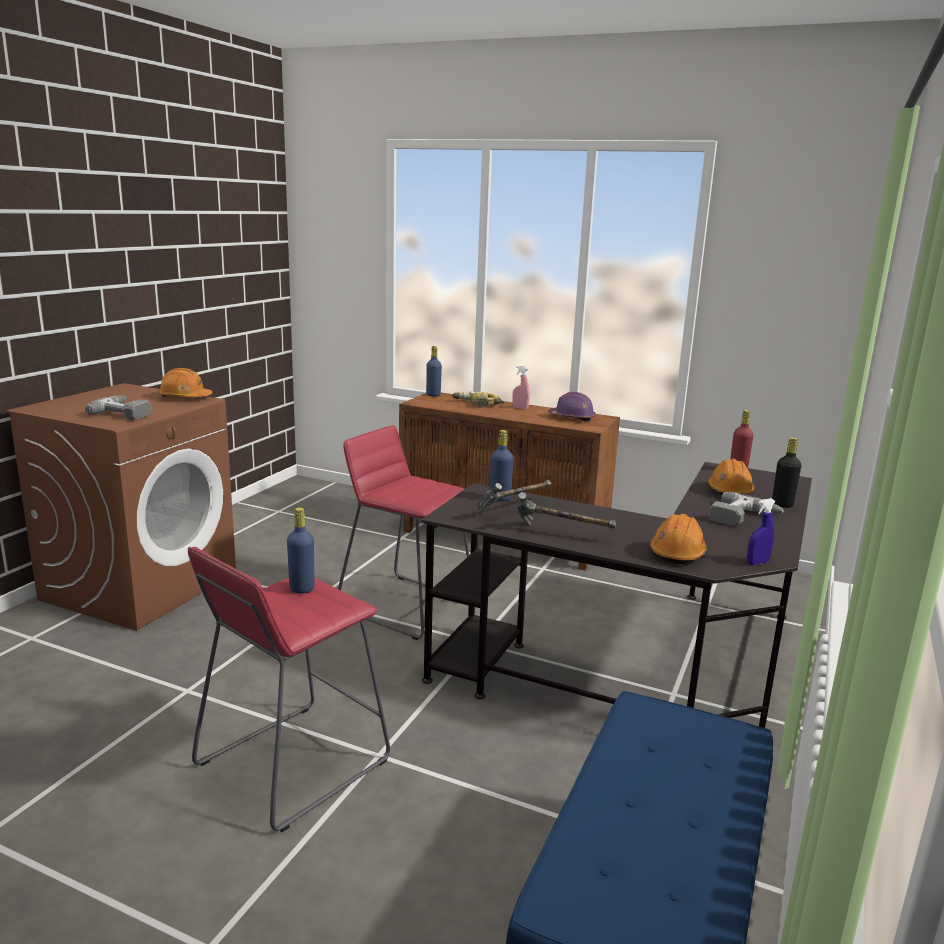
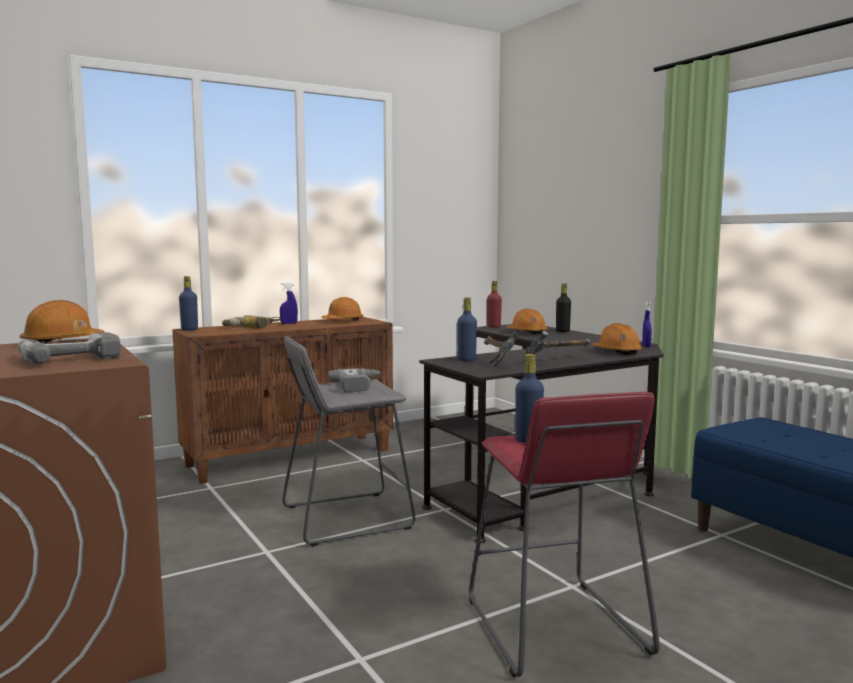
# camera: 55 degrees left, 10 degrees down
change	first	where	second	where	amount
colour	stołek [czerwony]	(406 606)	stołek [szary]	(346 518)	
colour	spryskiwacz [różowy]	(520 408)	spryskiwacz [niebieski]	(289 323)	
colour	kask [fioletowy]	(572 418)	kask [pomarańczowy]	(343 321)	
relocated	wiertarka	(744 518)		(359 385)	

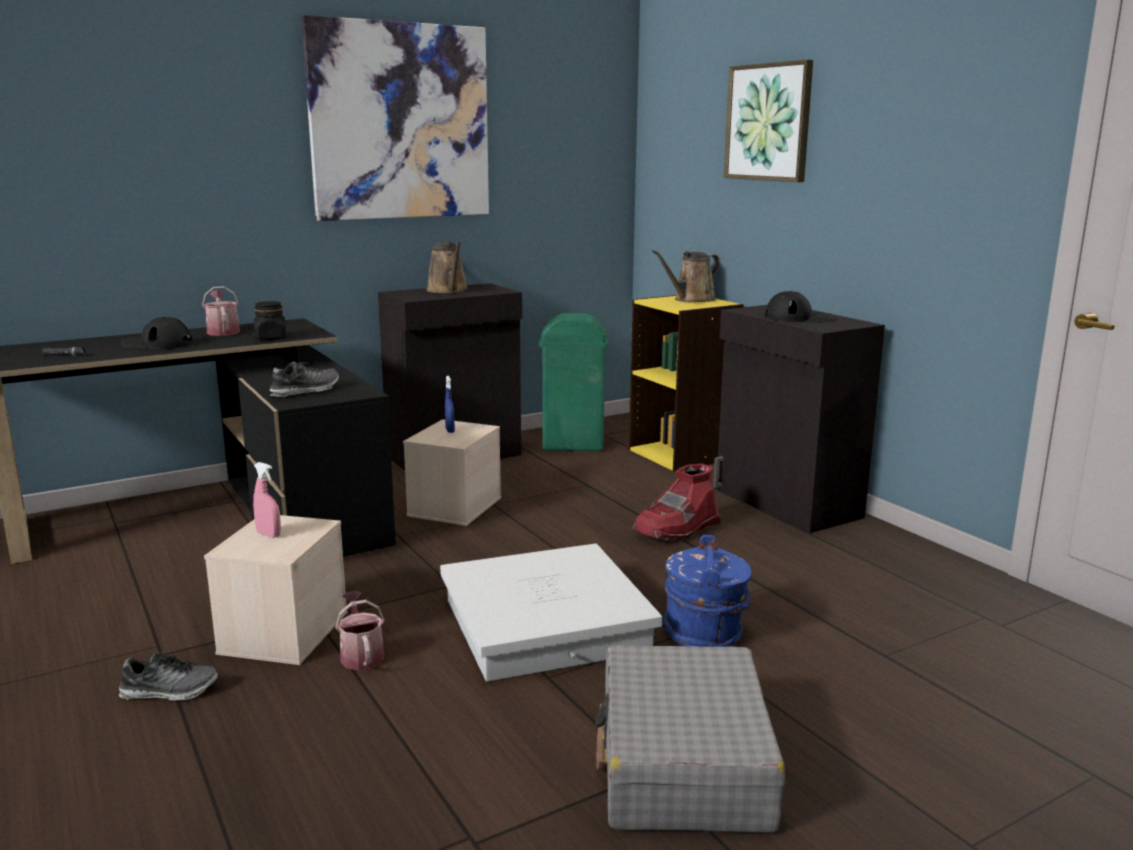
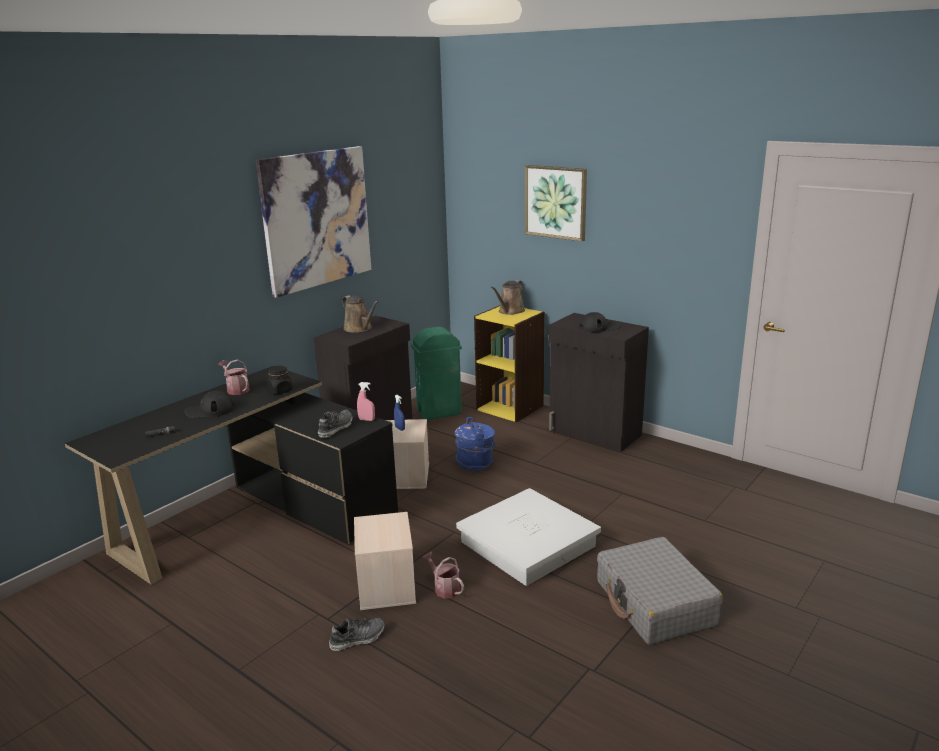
# camera: 20 degrees left, 5 degrees up
change	first	where	second	where	amount
relocated	spryskiwacz [różowy]	(268 534)		(366 420)	
missing	but z cholewką [czerwony]	(677 530)			
relocated	wiadro [niebieski]	(704 633)		(475 463)	

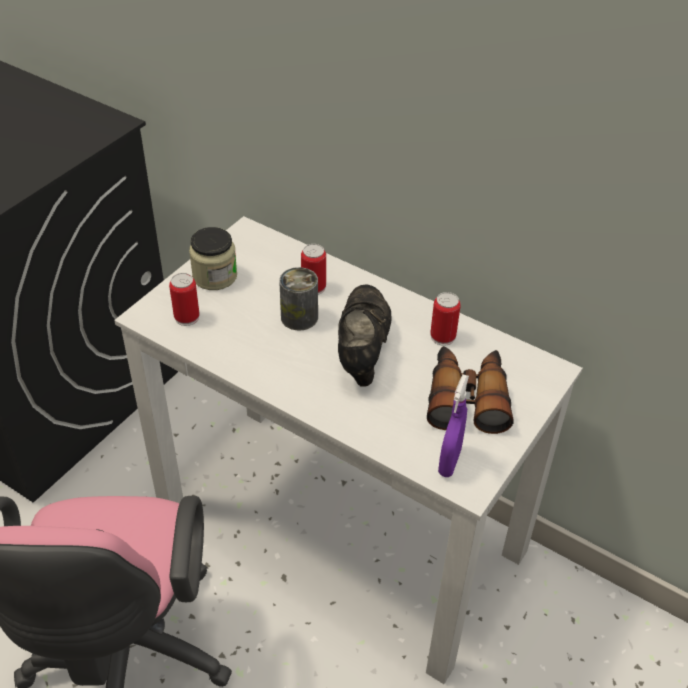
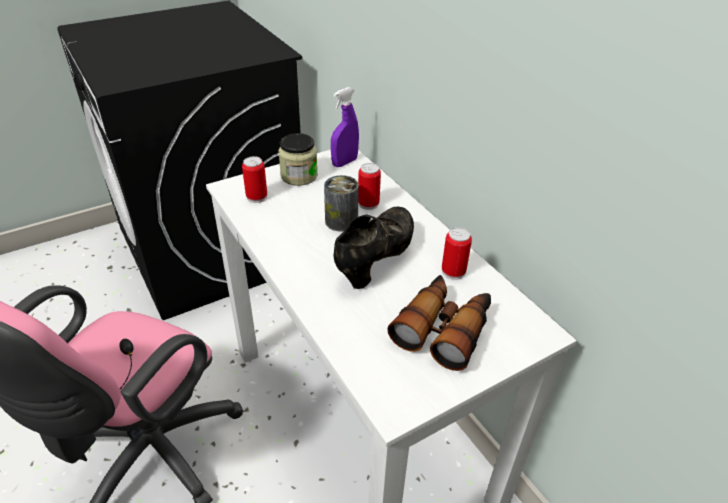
# camera: 25 degrees right, 5 degrees down
change	first	where	second	where	amount
relocated	spryskiwacz [fioletowy]	(449 462)		(344 162)	

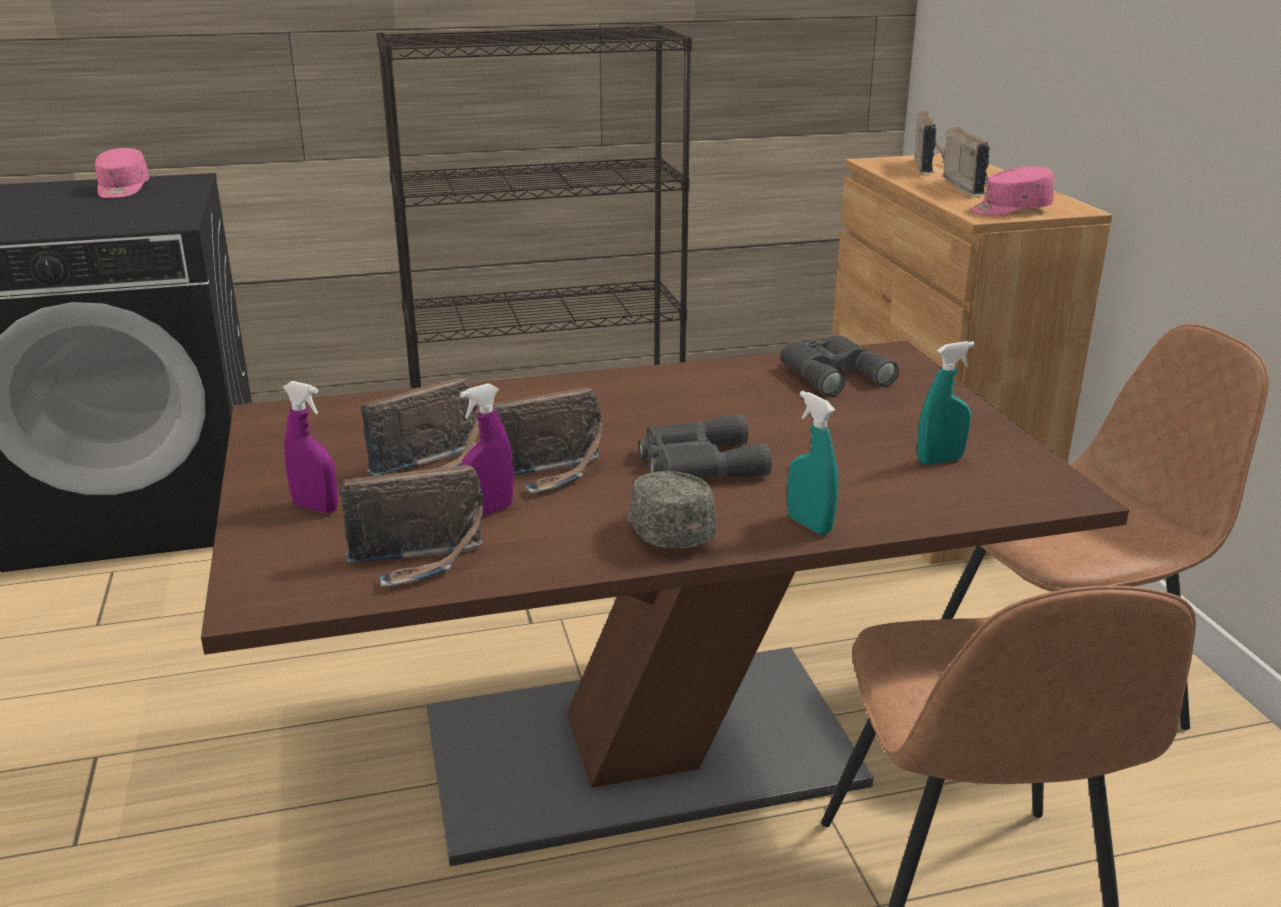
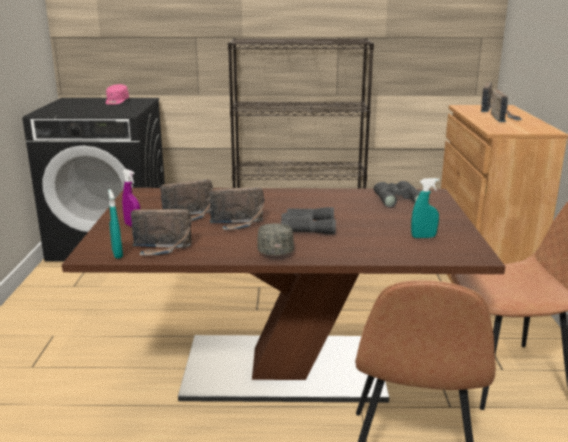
# camera: 15 degrees right, 5 degrees down
change	first	where	second	where	amount
missing	spryskiwacz [fioletowy]	(488 511)			
relocated	spryskiwacz [turkusowy]	(809 525)		(117 254)	
missing	czapka z daszkiem [różowy]	(1010 210)			

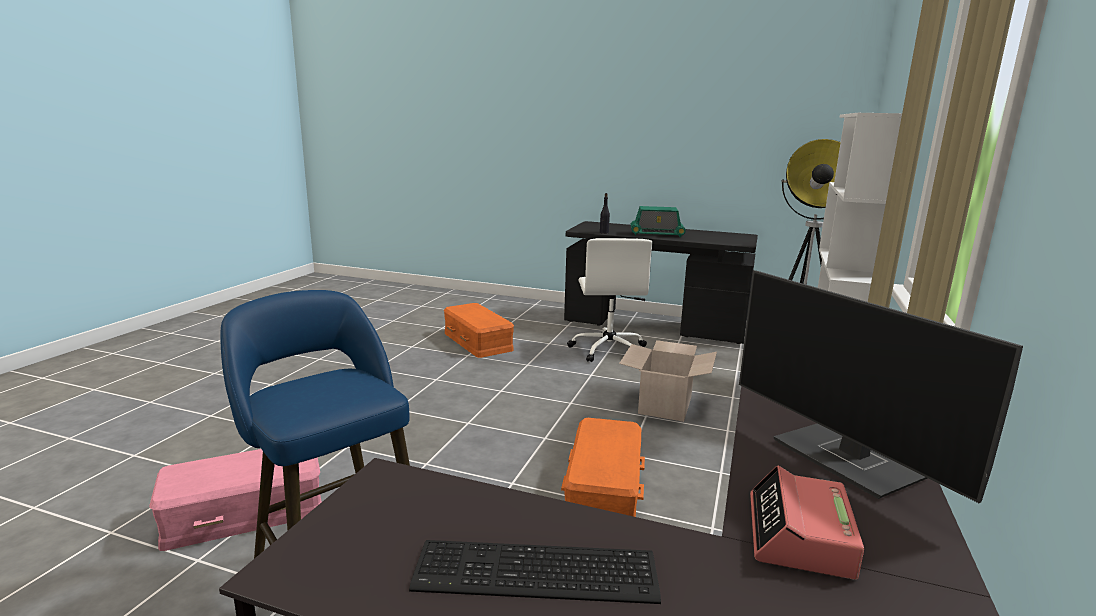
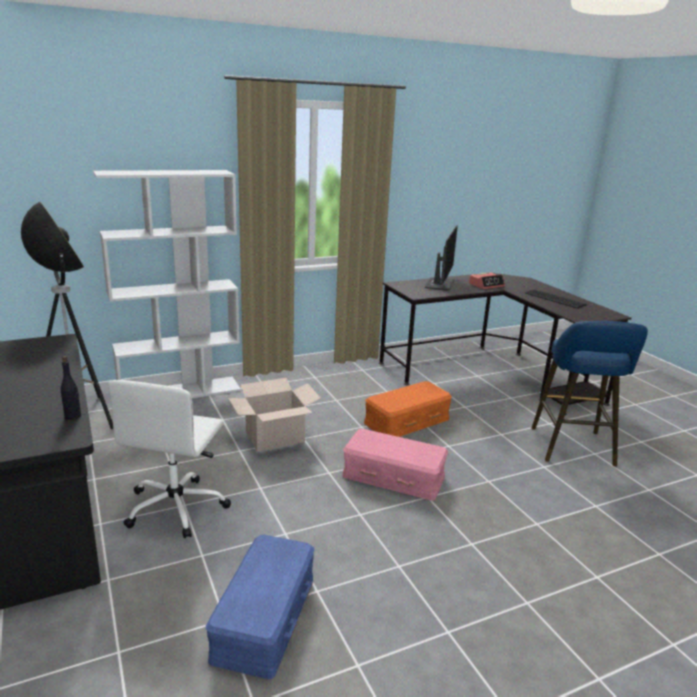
# camera: 135 degrees left, 5 degrees up
change	first	where	second	where	amount
relocated	pojemnik do przechowywania [różowy]	(245 511)		(393 476)	
colour	pojemnik do przechowywania [pomarańczowy]	(478 341)	pojemnik do przechowywania [niebieski]	(263 616)	
spun	krzesło biurowe [biały]	(608 349)		(177 507)	150 degrees clockwise
missing	radio	(657 234)			

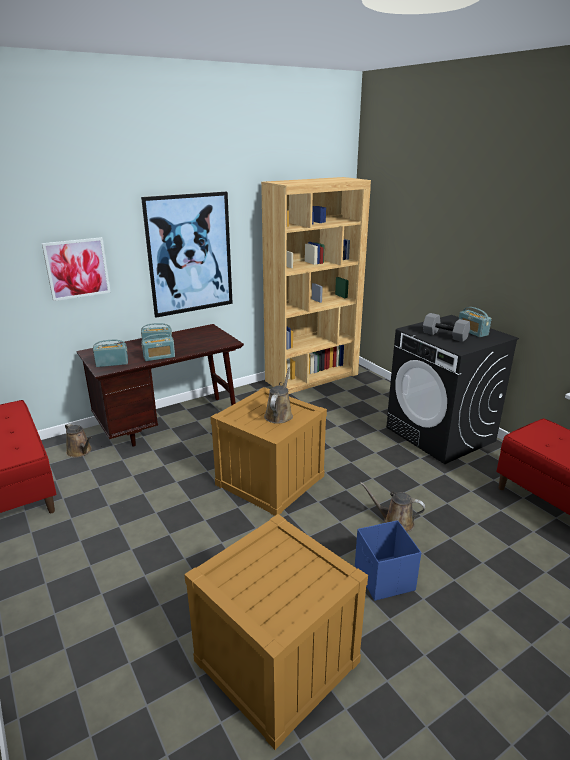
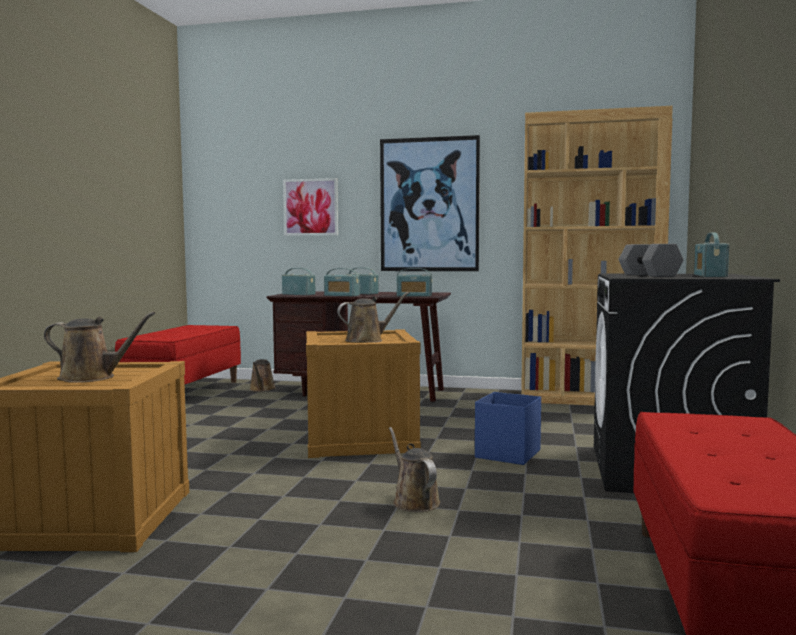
# camera: 45 degrees right, 20 degrees down
change	first	where	second	where	amount
relocated	pojemnik do przechowywania [niebieski]	(384 579)		(507 454)	
appeared			konewka [brązowy]	(92 377)	
appeared			radio	(414 296)	

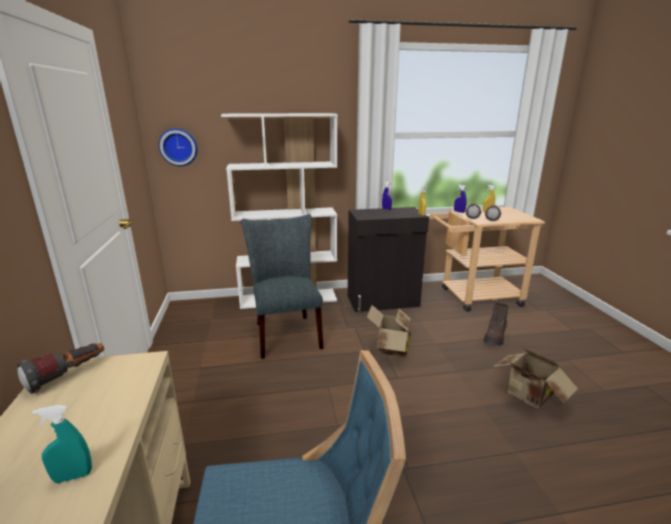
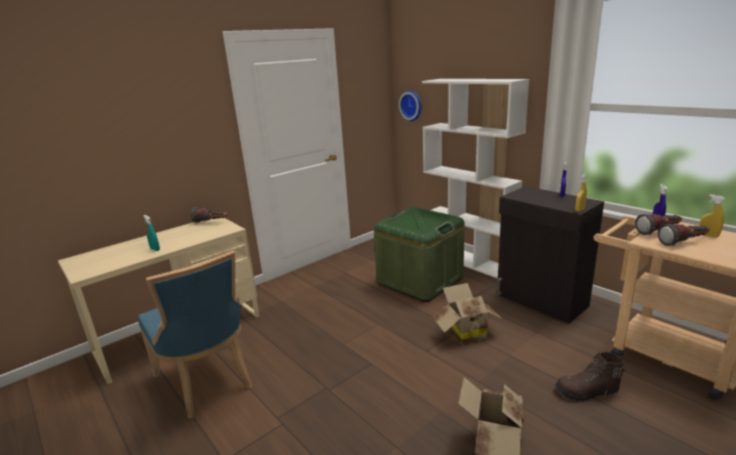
# camera: 60 degrees right, 0 degrees up
change	first	where	second	where	amount
exchanged	krzesło [szary]	(286 333)	pojemnik do przechowywania [zielony]	(420 280)	

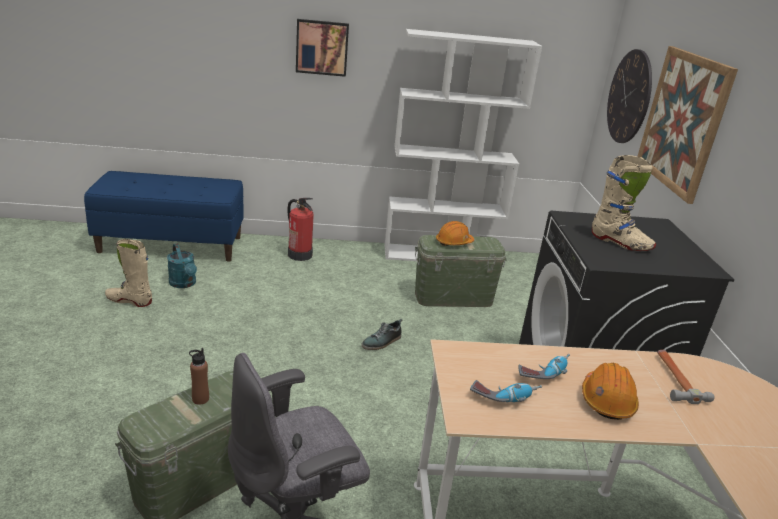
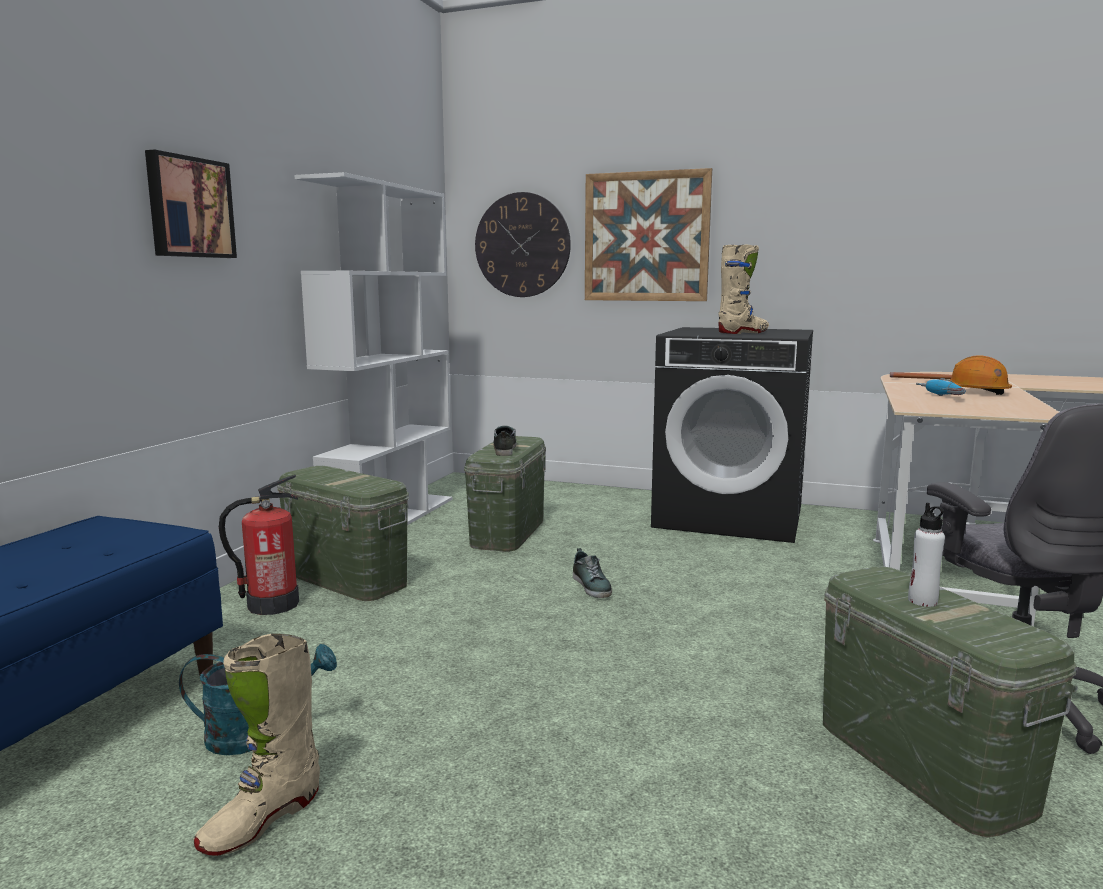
# camera: 65 degrees left, 15 degrees down
change	first	where	second	where	amount
colour	butelka [brązowy]	(200 399)	butelka [biały]	(922 601)	
exchanged	kask [pomarańczowy]	(453 242)	but	(504 449)	
missing	wiertarka	(505 396)			
appeared			pojemnik do przechowywania [zielony]	(347 578)	

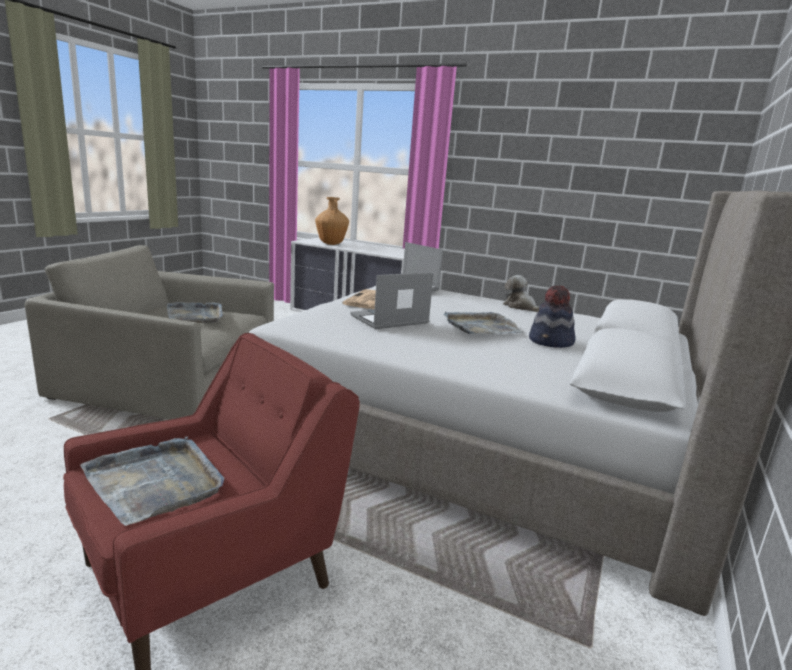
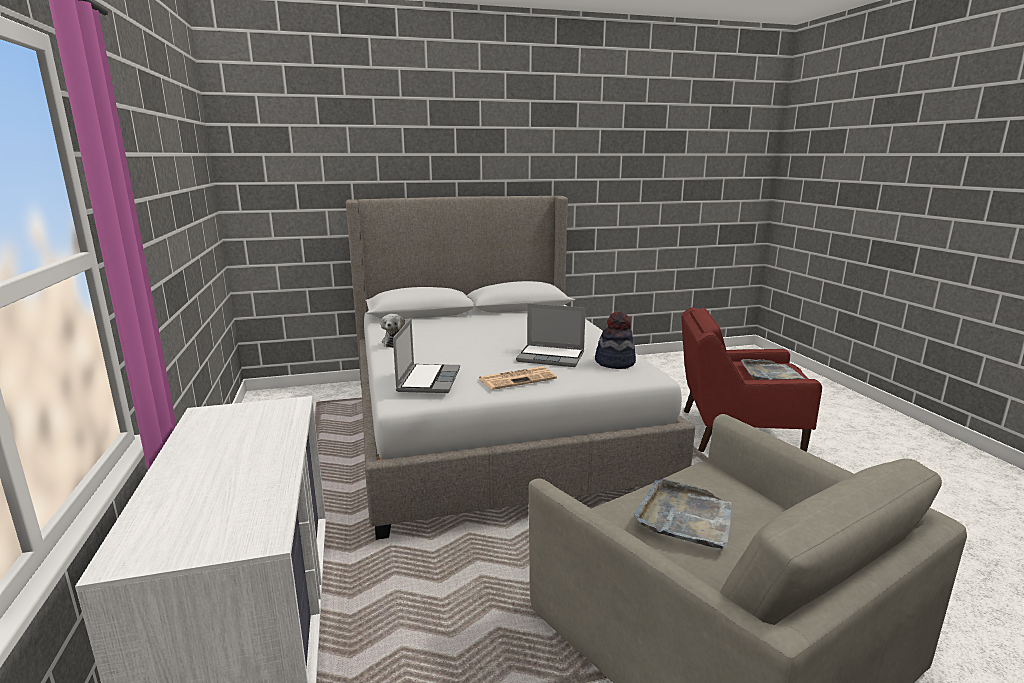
# camera: 130 degrees left, 0 degrees up
change	first	where	second	where	amount
missing	wazon [brązowy]	(331 244)			
missing	taca [szary]	(480 327)			
relocated	kapelusz	(551 342)		(615 362)	

